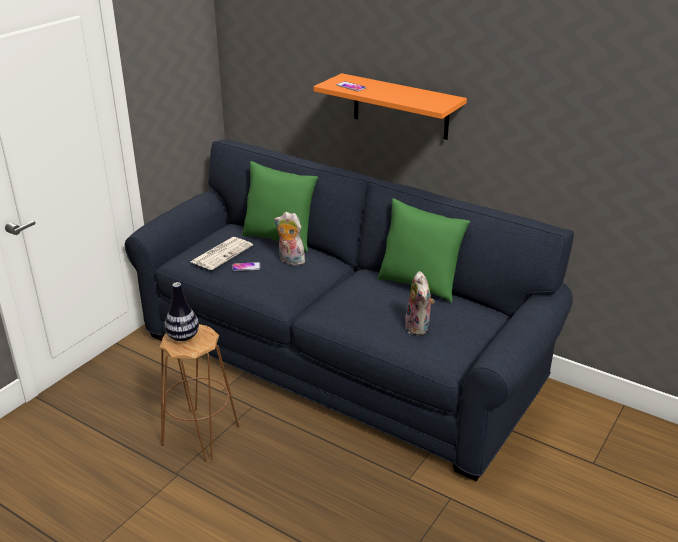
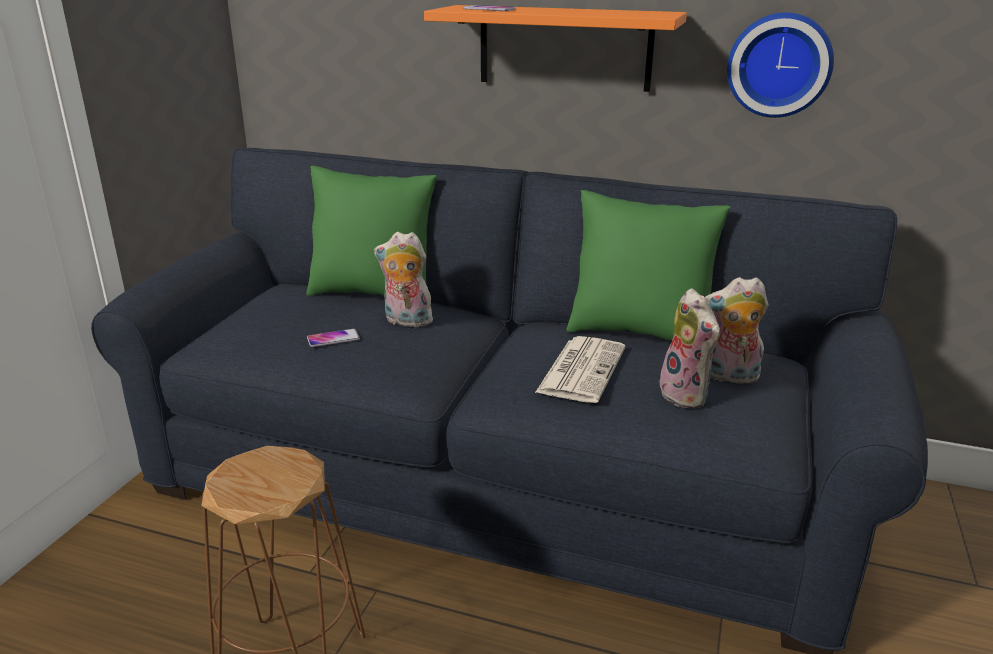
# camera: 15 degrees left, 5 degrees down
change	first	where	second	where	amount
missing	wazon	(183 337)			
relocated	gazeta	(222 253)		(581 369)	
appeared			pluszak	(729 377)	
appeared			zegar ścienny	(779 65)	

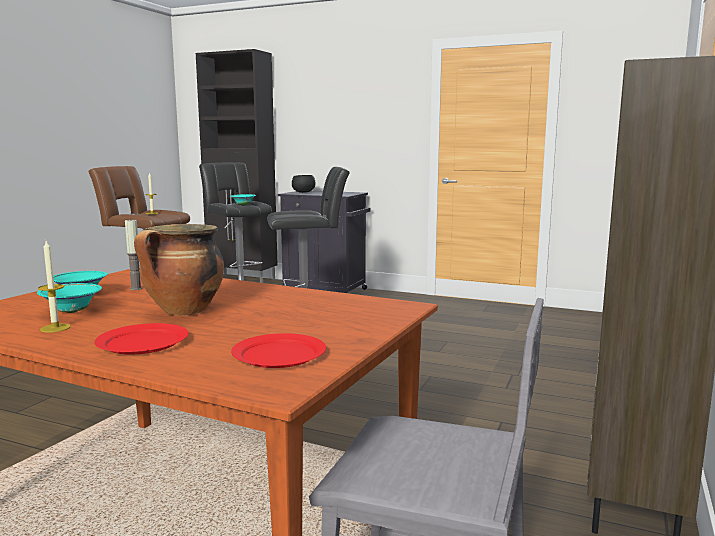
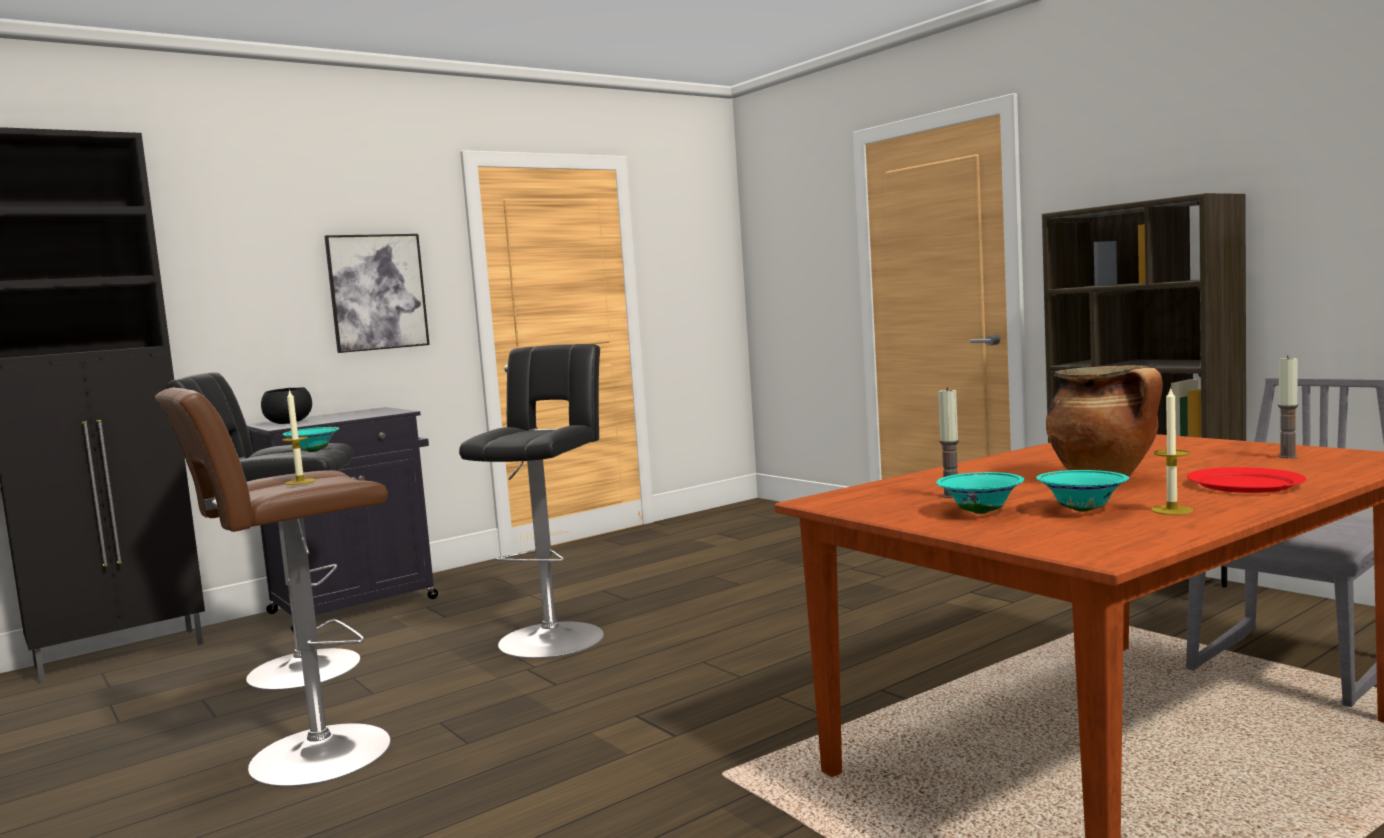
# camera: 60 degrees left, 5 degrees down
change	first	where	second	where	amount
exchanged	talerz [czerwony]	(280 354)	świeca	(1287 456)	
appeared			obraz	(377 292)	

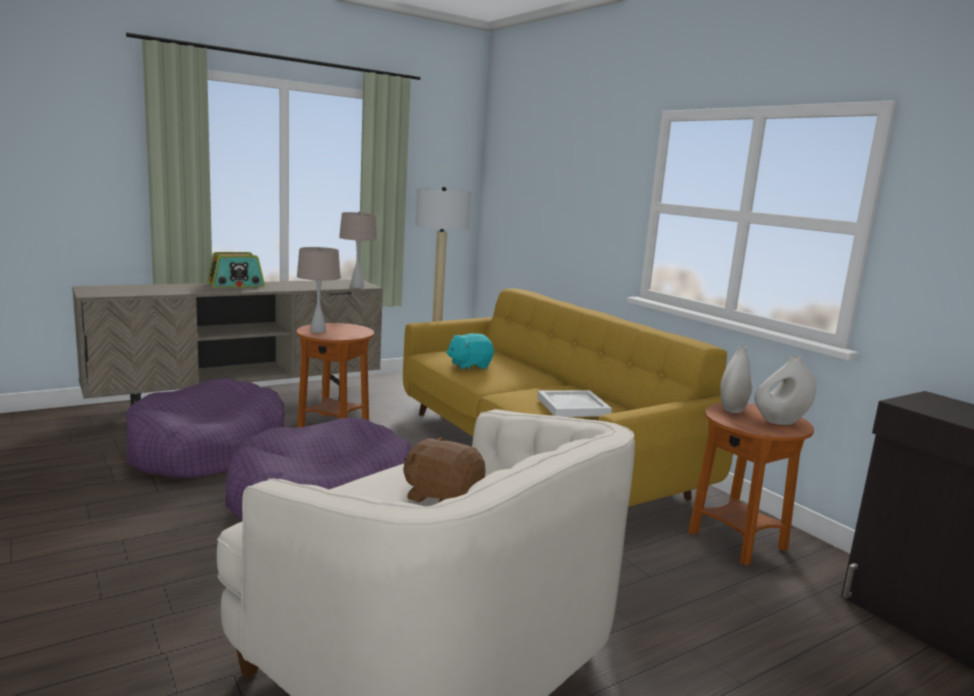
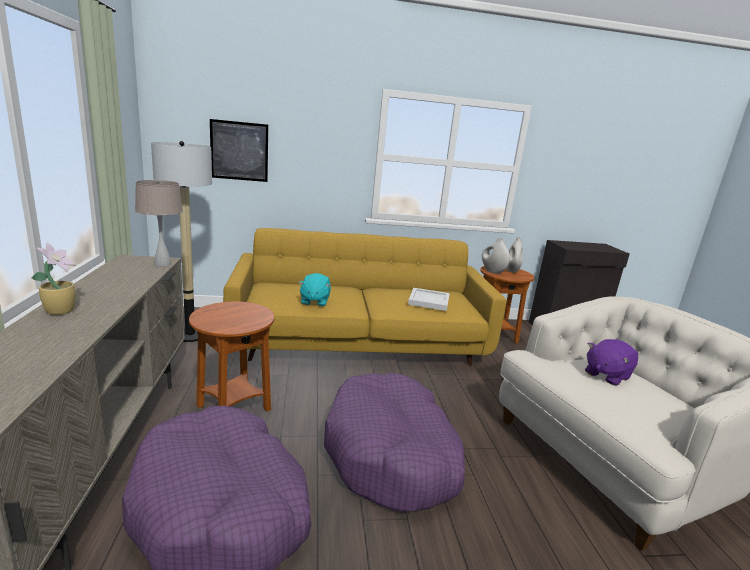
# camera: 65 degrees left, 5 degrees up
change	first	where	second	where	amount
exchanged	radio	(236 285)	roślina doniczkowa	(61 310)	
missing	lampa stołowa [beżowy]	(318 331)			
colour	pluszak [brązowy]	(442 497)	pluszak [fioletowy]	(606 375)	
appeared			obraz	(239 151)	

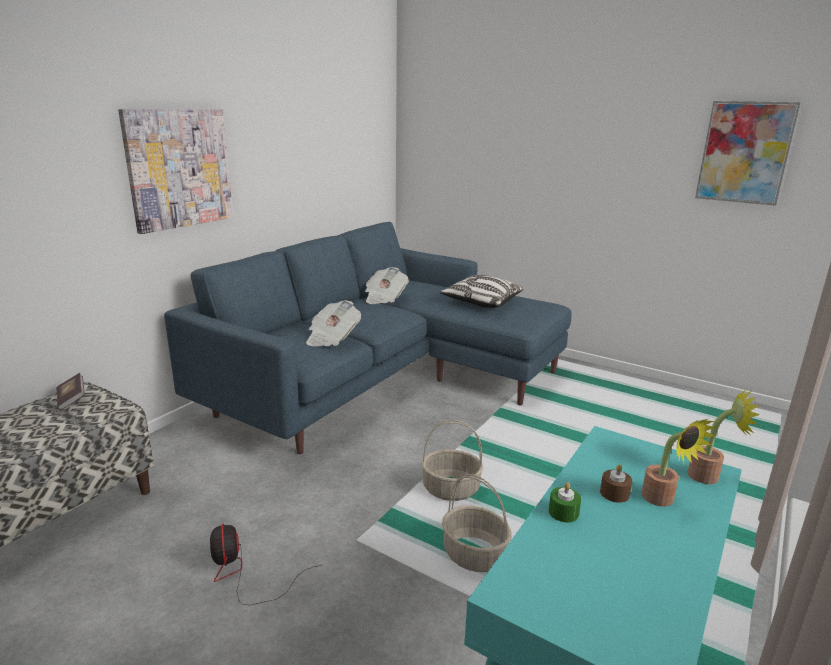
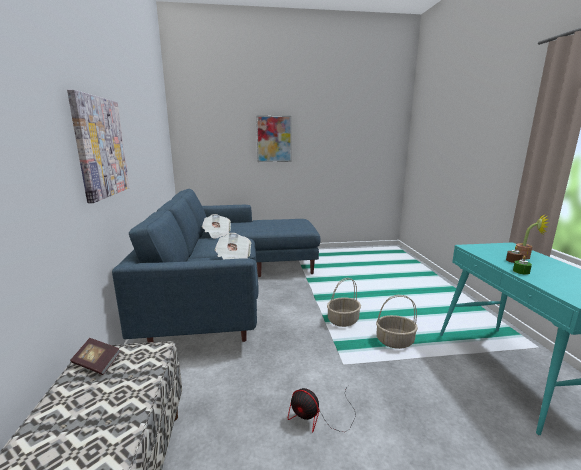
# camera: 40 degrees left, 5 degrees down
change	first	where	second	where	amount
missing	poduszka	(481 302)			
missing	roślina doniczkowa	(709 476)			
relocated	obraz	(745 152)		(274 139)	

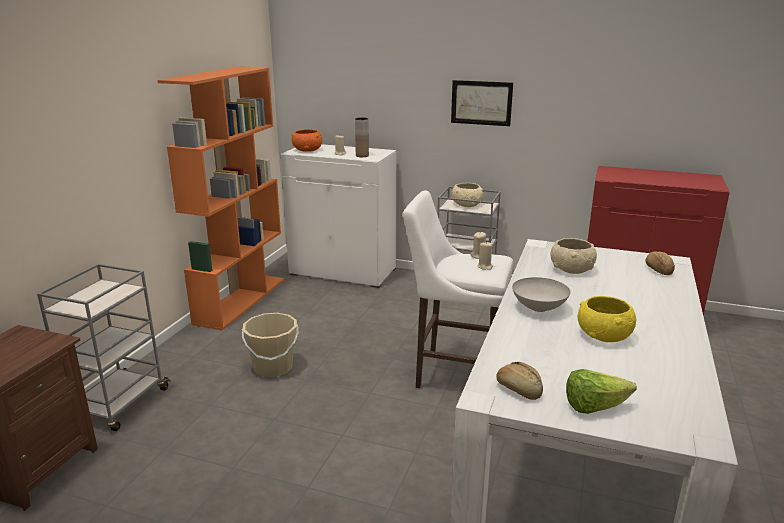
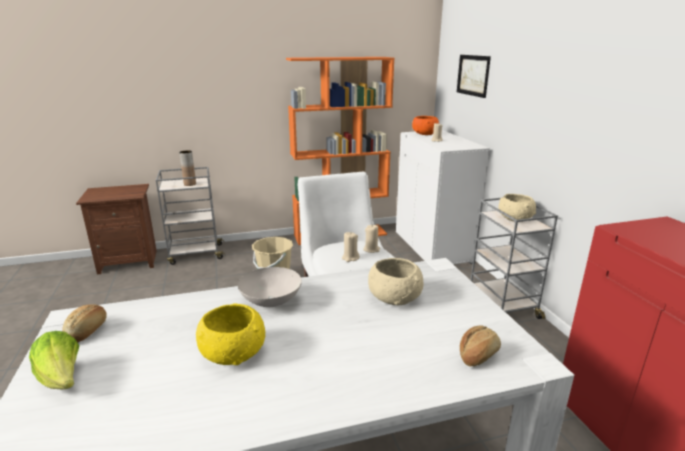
# camera: 55 degrees right, 0 degrees up
change	first	where	second	where	amount
relocated	wazon [brązowy]	(362 156)		(190 184)	
relocated	obraz	(481 103)		(473 75)	

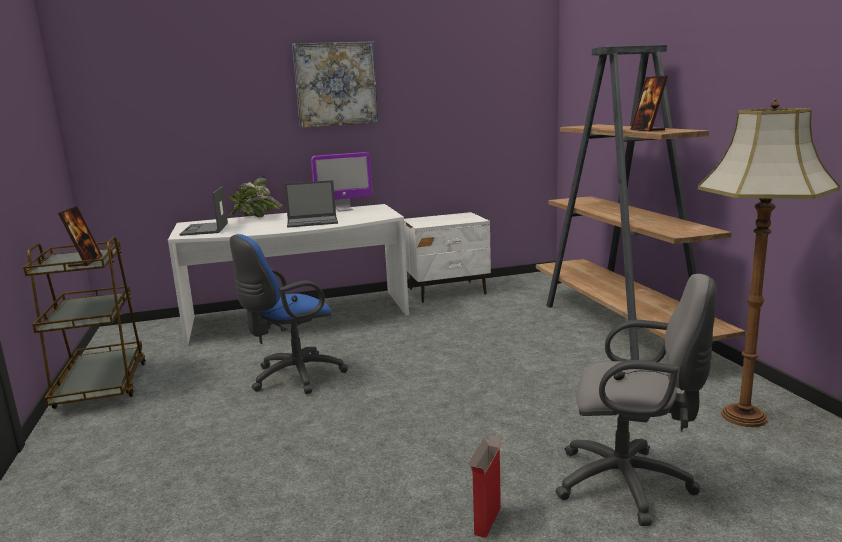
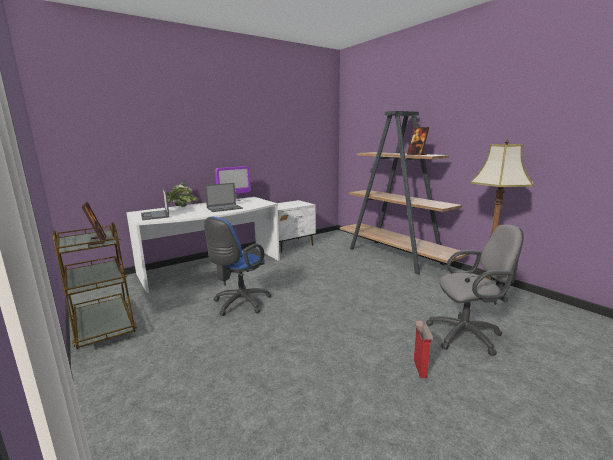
# camera: 20 degrees left, 0 degrees up
change	first	where	second	where	amount
missing	obraz	(336 84)			

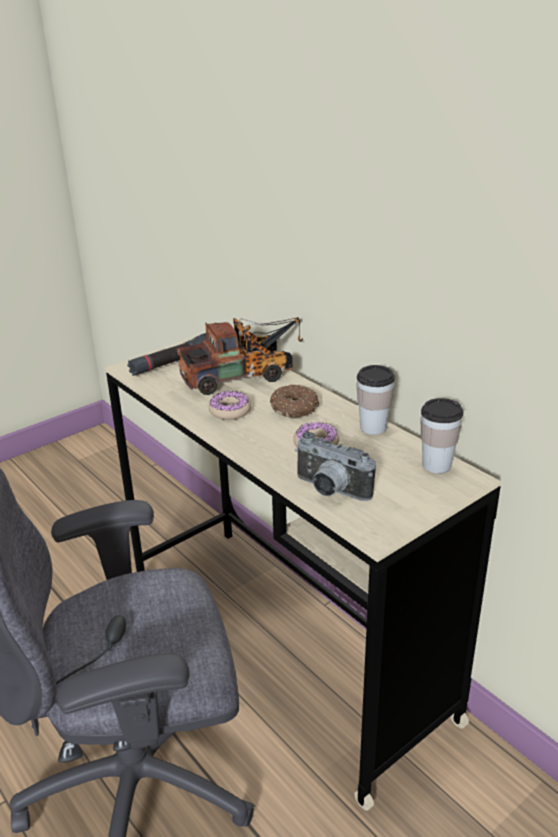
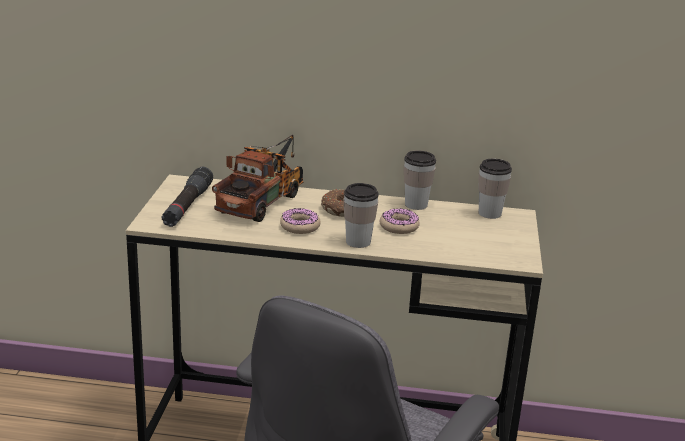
# camera: 45 degrees left, 5 degrees down
change	first	where	second	where	amount
missing	aparat fotograficzny	(329 491)			
appeared			filiżanka	(358 242)	

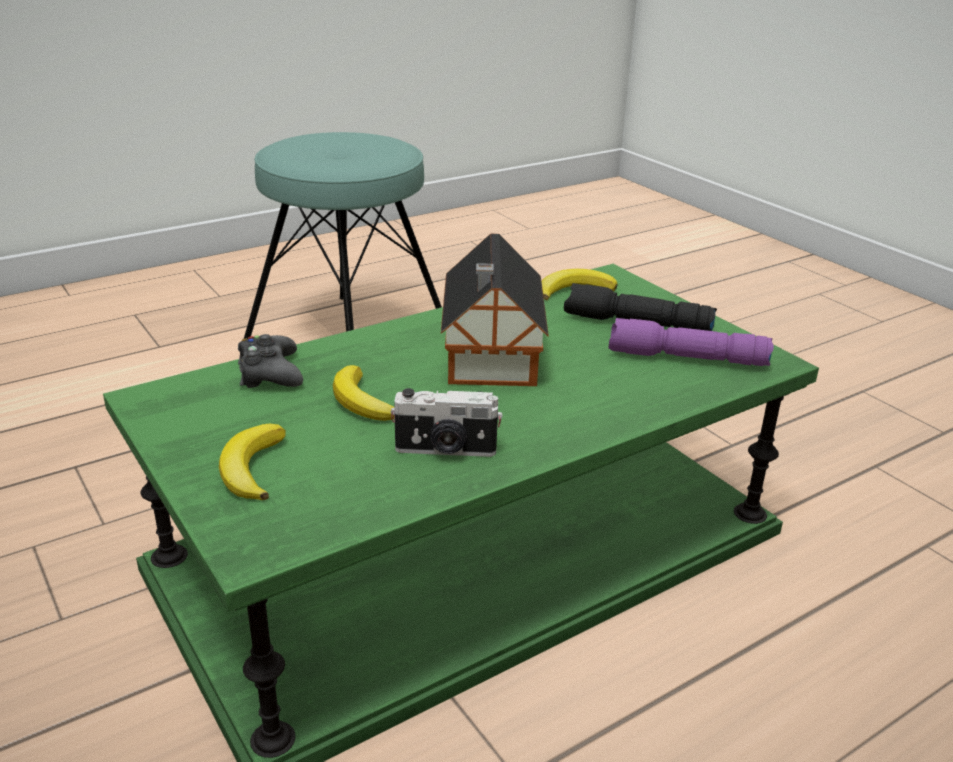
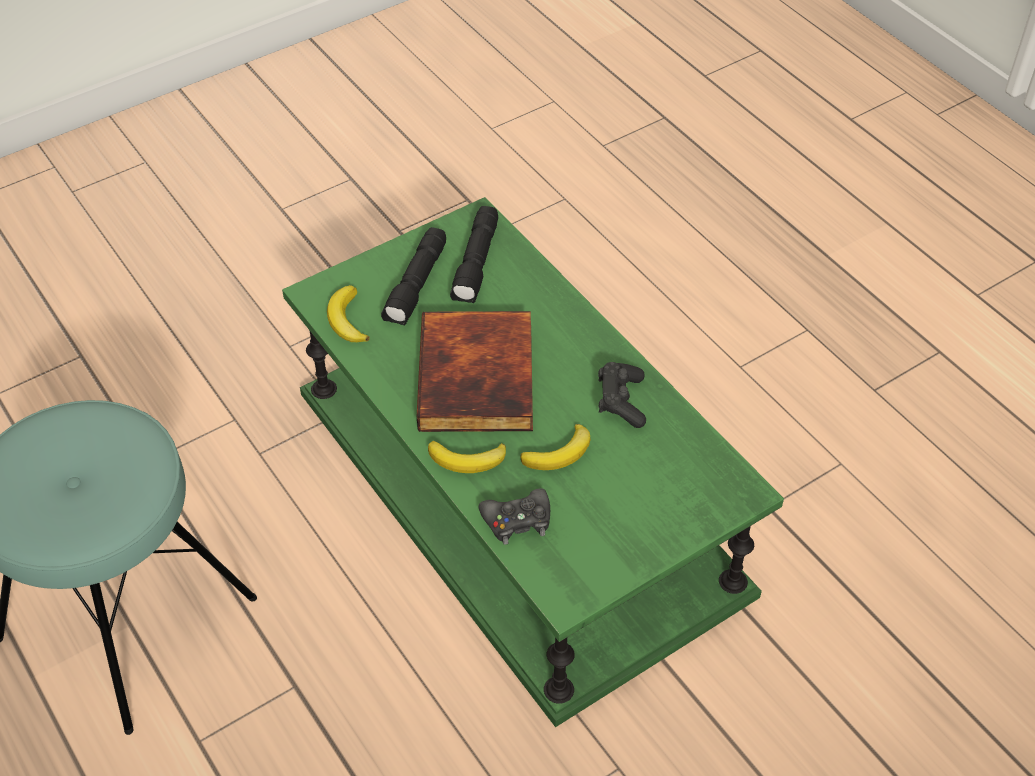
# camera: 90 degrees left, 20 degrees up
change	first	where	second	where	amount
relocated	banan	(252 468)		(468 460)	
exchanged	aparat fotograficzny	(445 450)	pad do gier [czarny]	(621 402)	
exchanged	domek	(490 356)	książka	(479 378)	
colour	latarka [fioletowy]	(685 359)	latarka [czarny]	(477 264)	

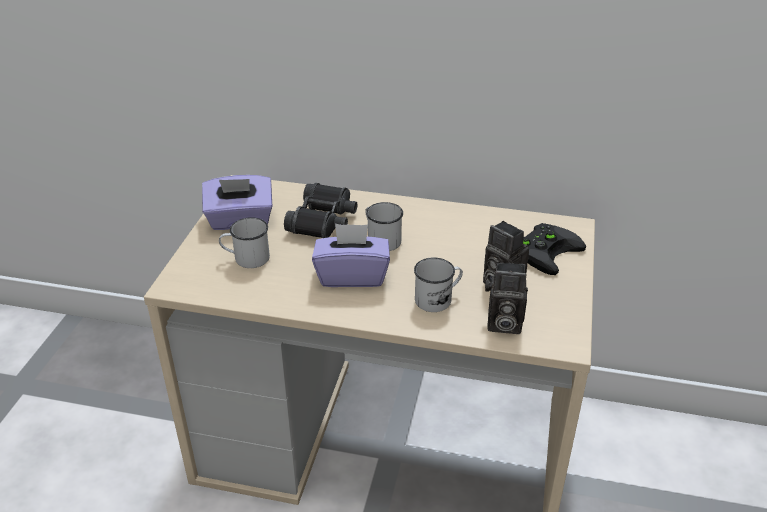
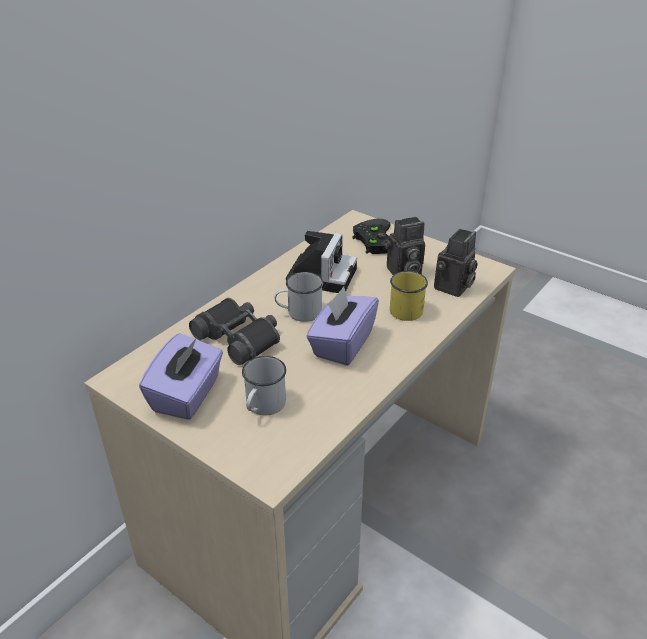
# camera: 65 degrees left, 0 degrees up
change	first	where	second	where	amount
colour	kubek [biały]	(438 298)	kubek [żółty]	(405 307)	
appeared			aparat fotograficzny	(321 274)	

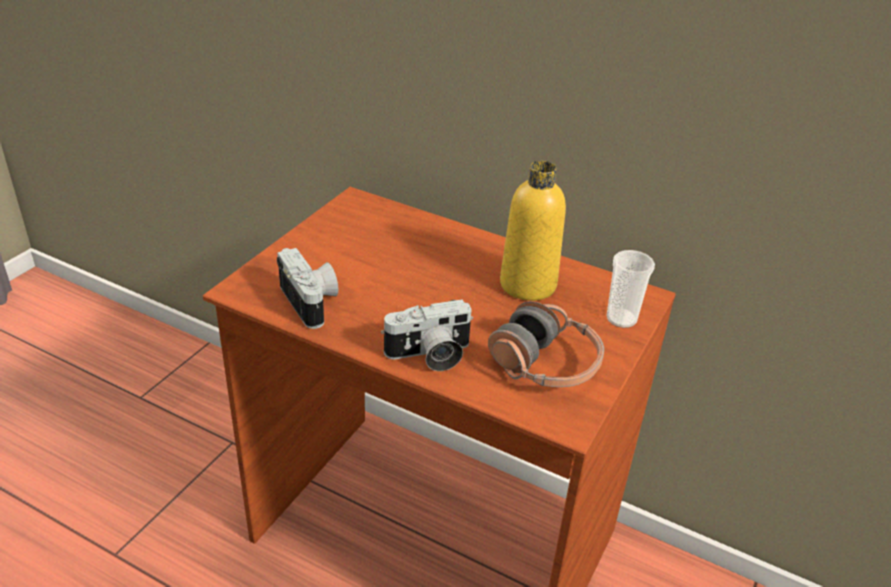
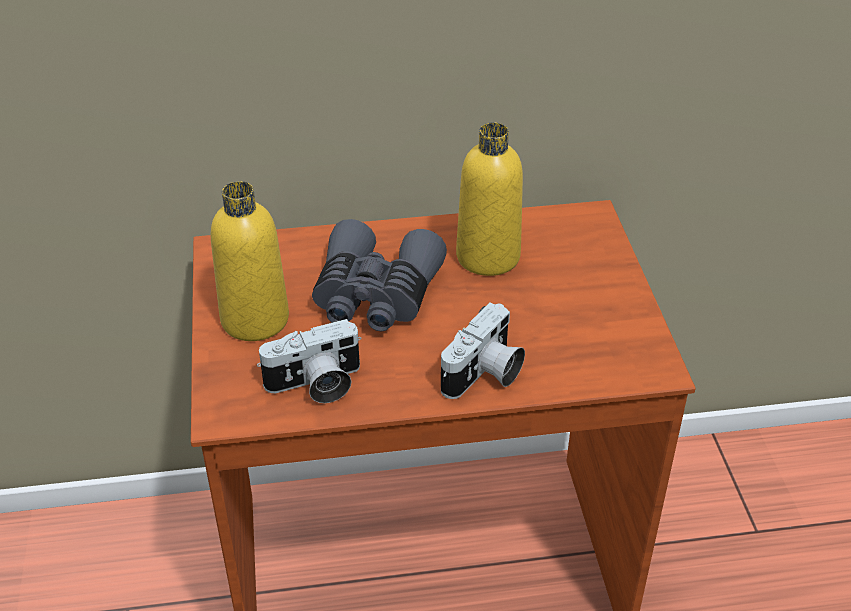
# camera: 35 degrees left, 5 degrees up
change	first	where	second	where	amount
spun	aparat fotograficzny	(312 302)		(316 385)	135 degrees clockwise
missing	słuchawki	(545 365)			
missing	filiżanka	(621 319)			
appeared			butelka [żółty]	(255 319)	
appeared			lornetka [szary]	(375 296)	

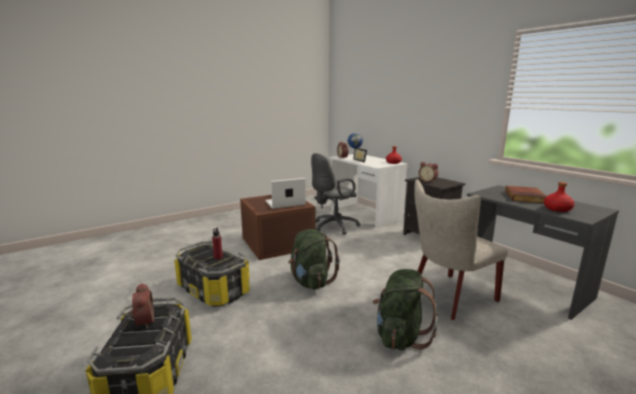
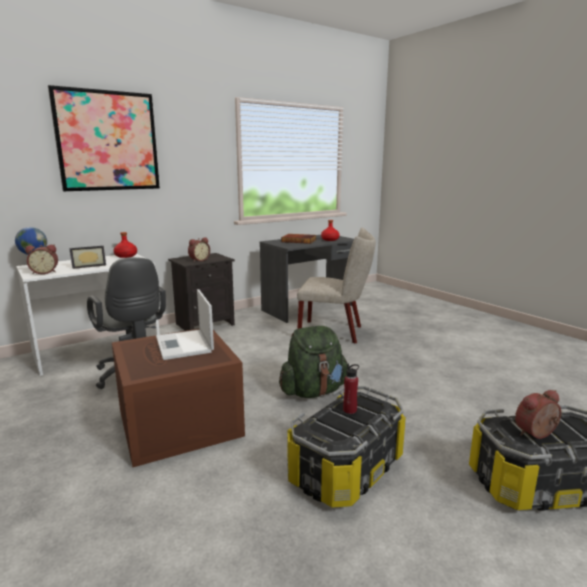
# camera: 90 degrees left, 0 degrees up
change	first	where	second	where	amount
missing	plecak [zielony]	(400 336)			
spun	krzesło [beżowy]	(449 297)		(335 332)	45 degrees counterclockwise
appeared			obraz	(107 141)	

